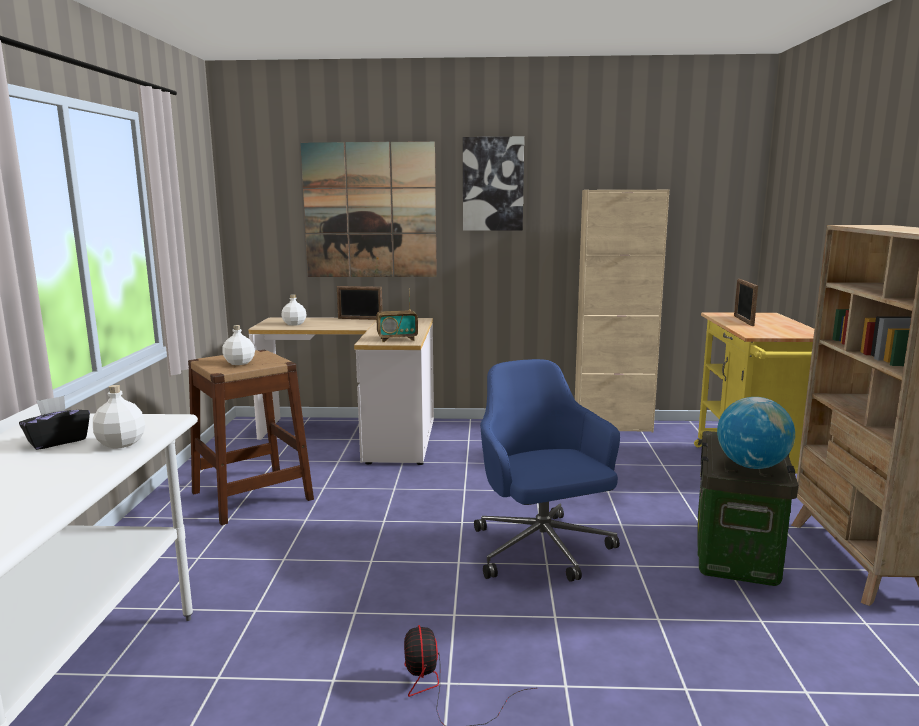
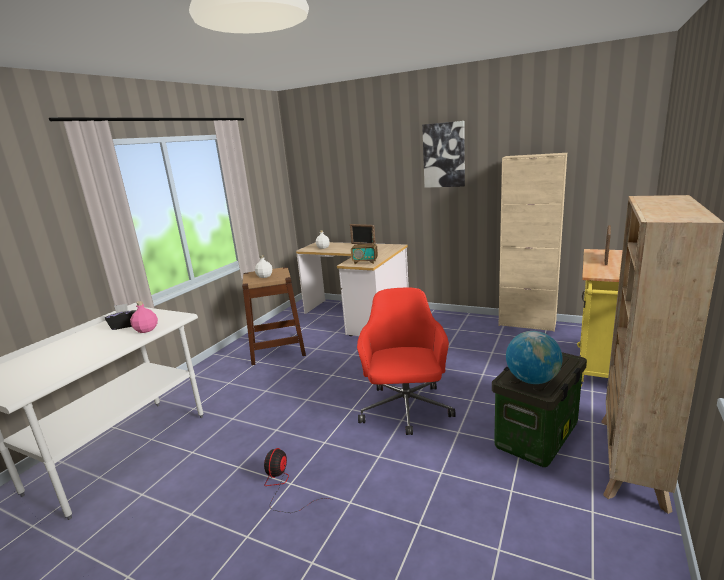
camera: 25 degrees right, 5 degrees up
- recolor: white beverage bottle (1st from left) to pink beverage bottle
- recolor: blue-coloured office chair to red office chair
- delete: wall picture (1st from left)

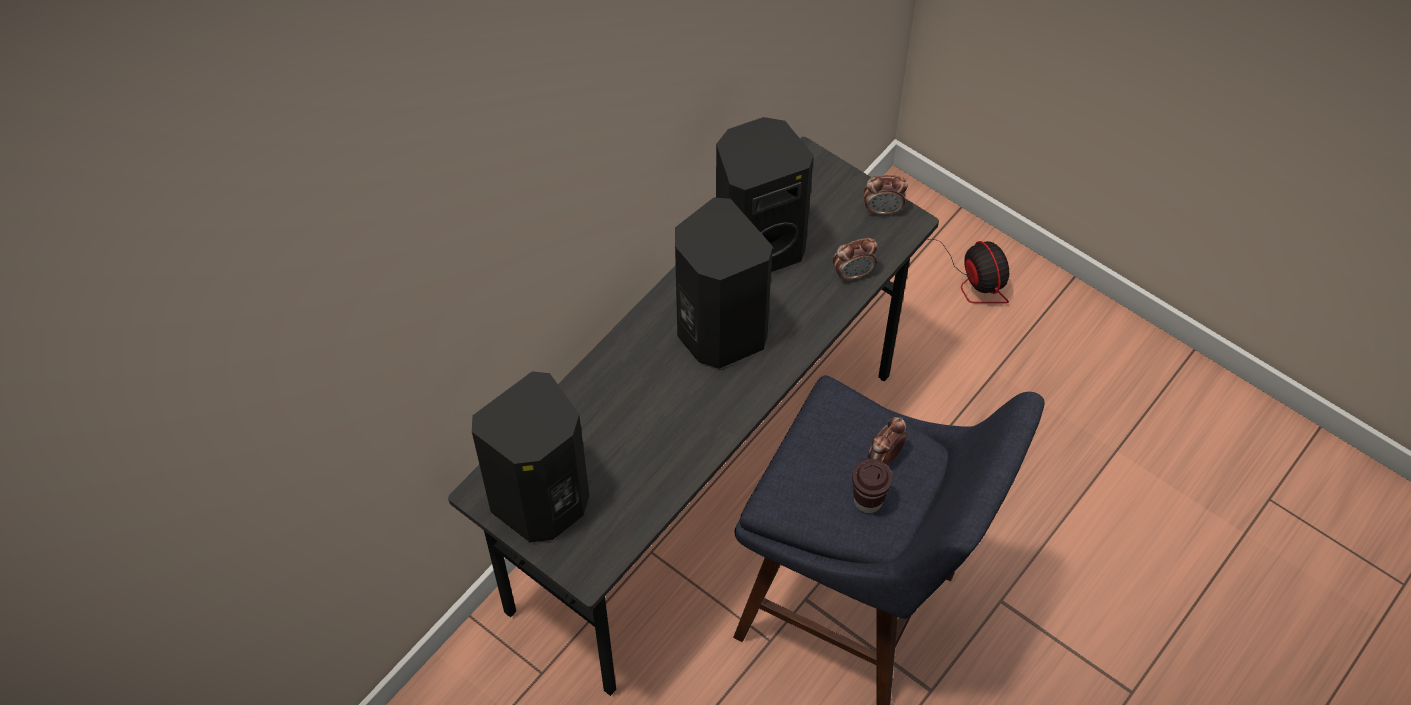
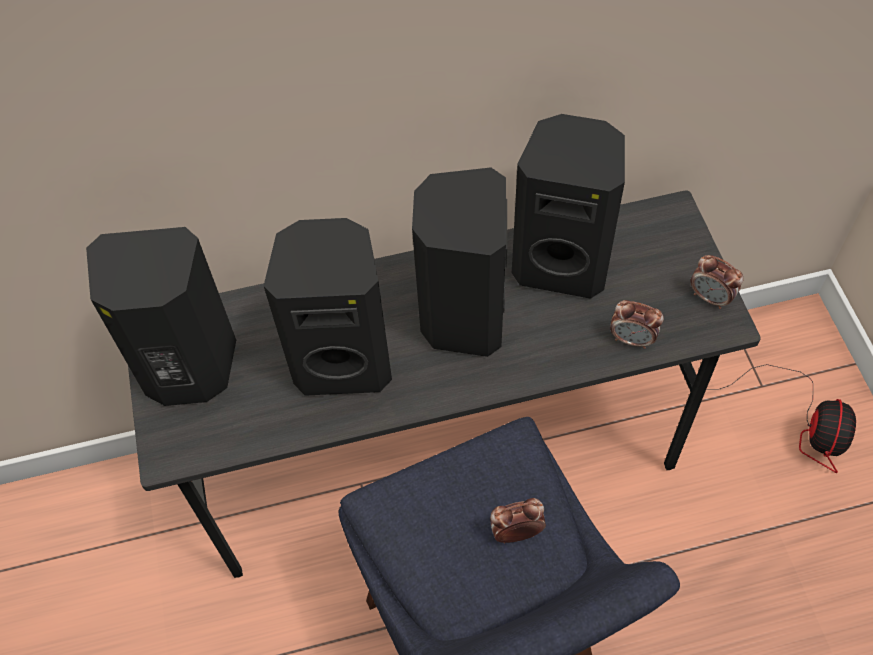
camera: 40 degrees right, 0 degrees up
- insert: black-coloured speaker (2nd from left)
- delete: brownish drinking cup

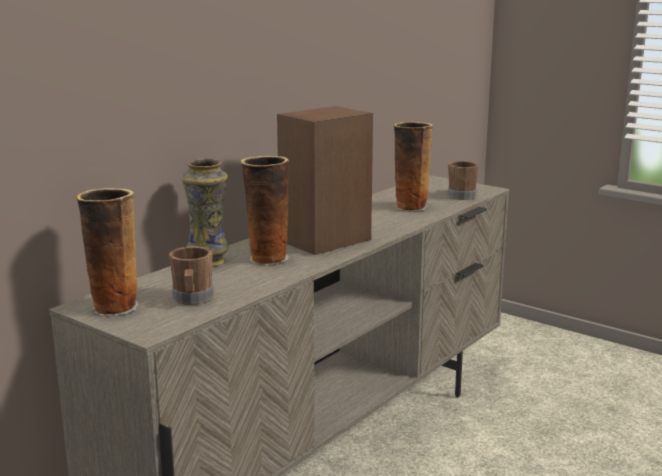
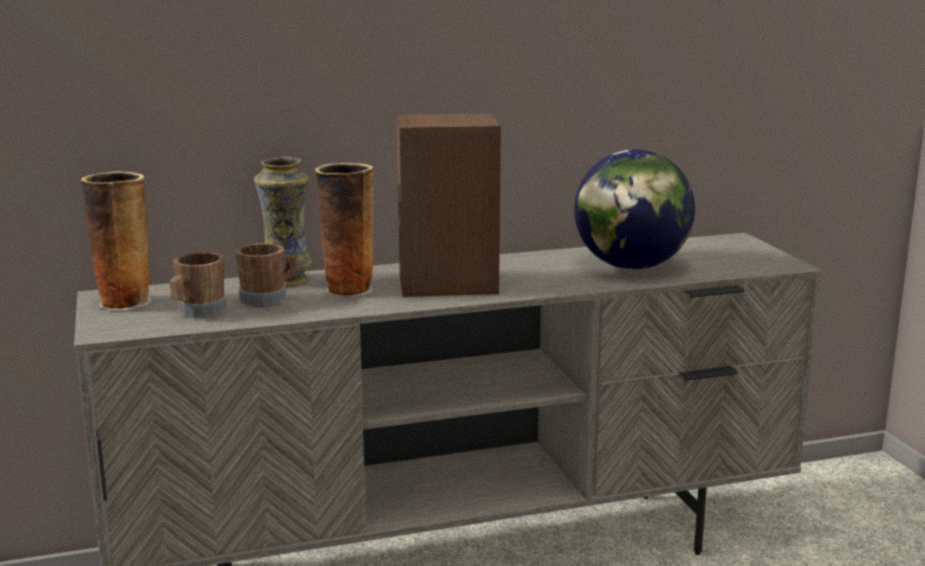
camera: 35 degrees right, 0 degrees up
- move: brownish coffee mug (2nd from left)
- replace: decorative vase (4th from left) to world globe

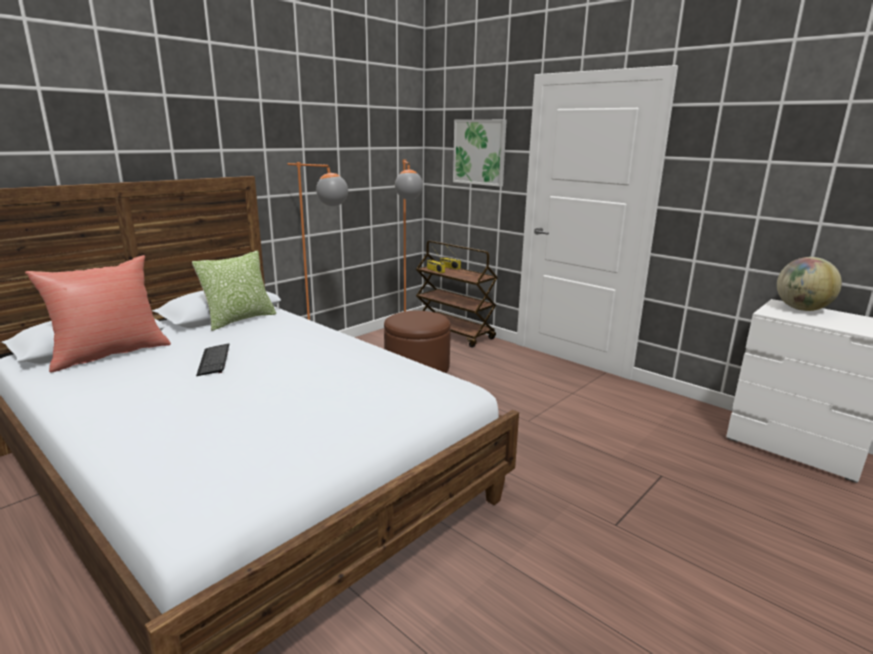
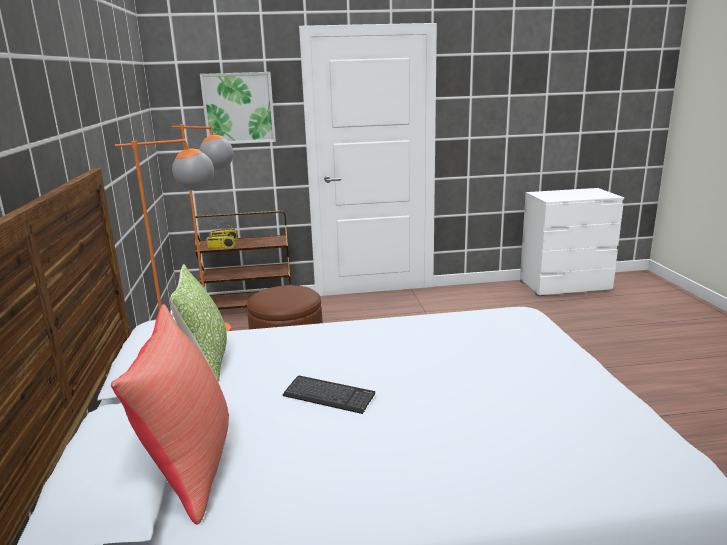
camera: 50 degrees left, 0 degrees up
- delete: world globe

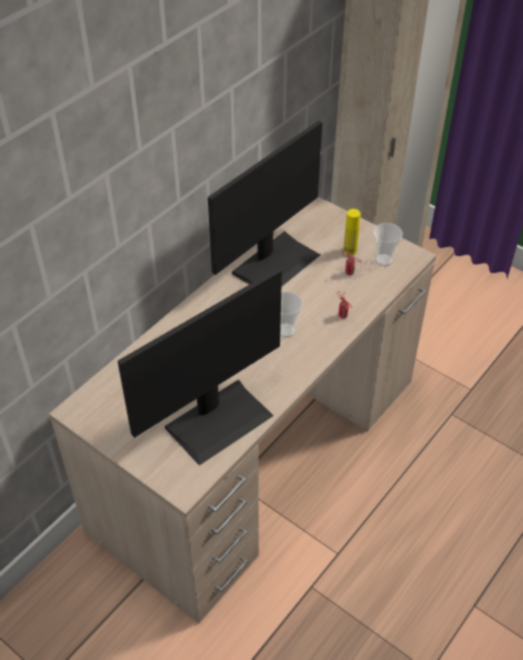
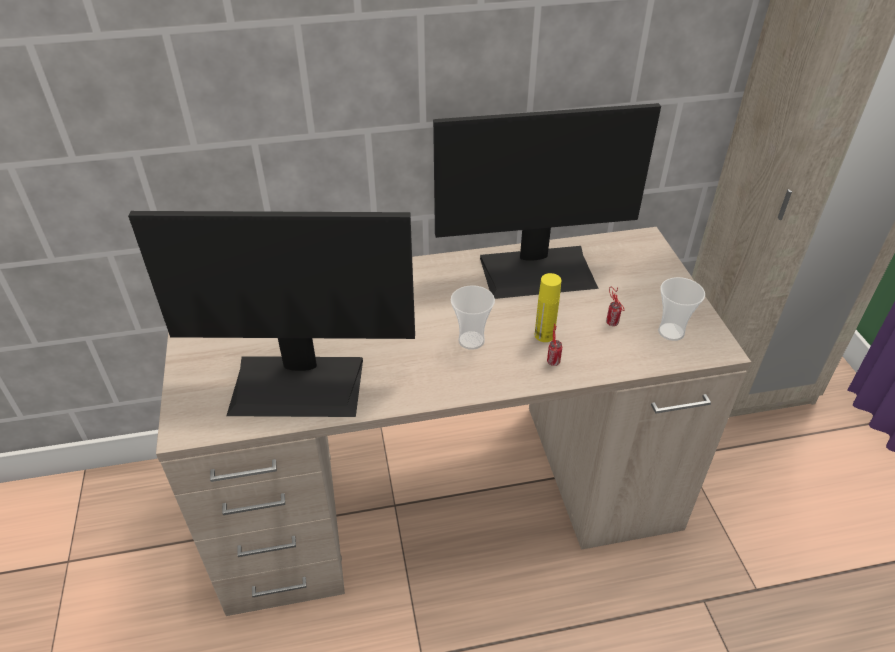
camera: 40 degrees right, 5 degrees down
- move: yellowish beverage bottle

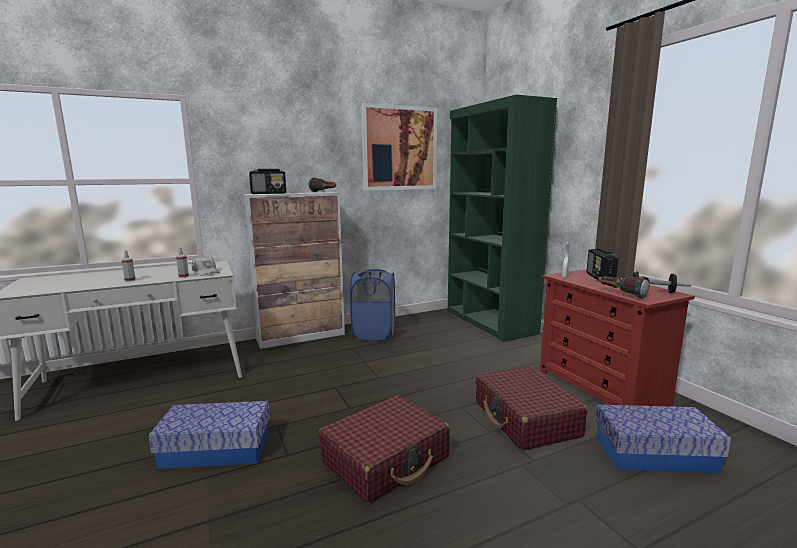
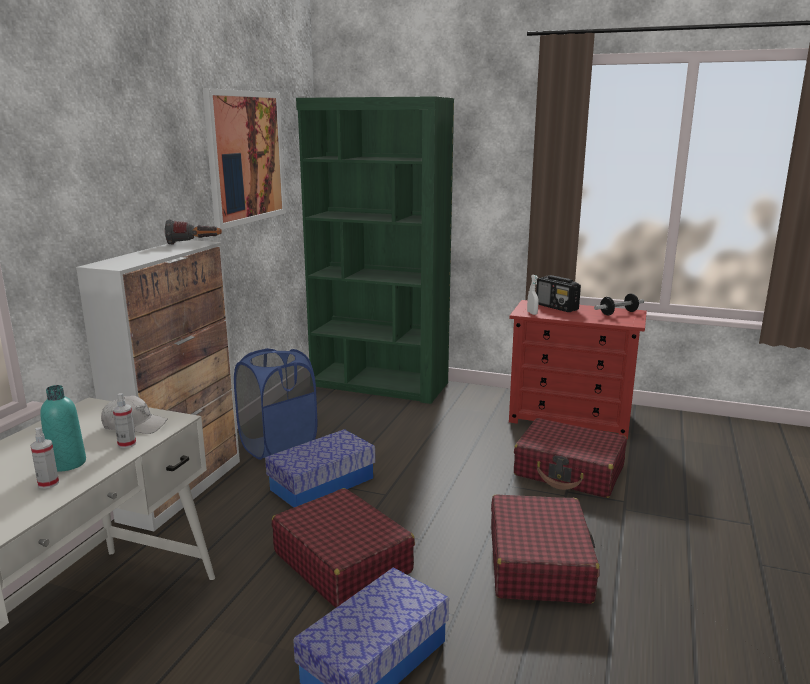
camera: 45 degrees left, 5 degrees up
- insert: turquoise-coloured beverage bottle
- move: storage container (2nd from left in the first image) to storage container (1st from left)
- insert: red travel case (1st from left)
- delete: radio receiver (1st from left)
- delete: hand torch (2nd from left)

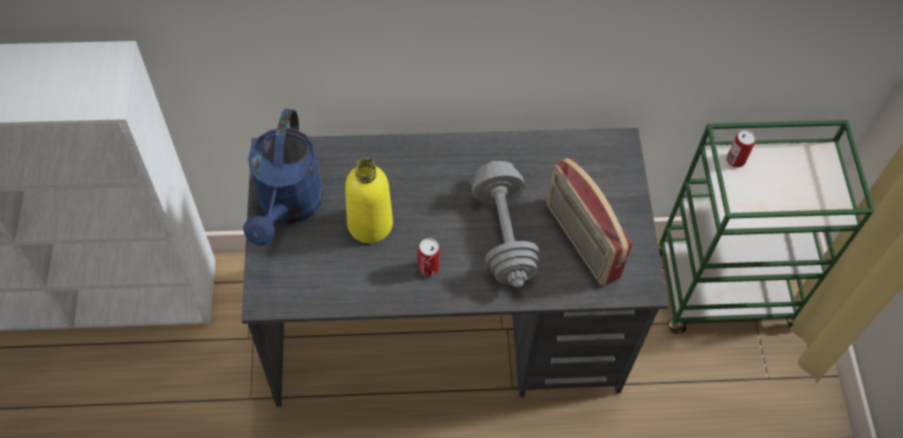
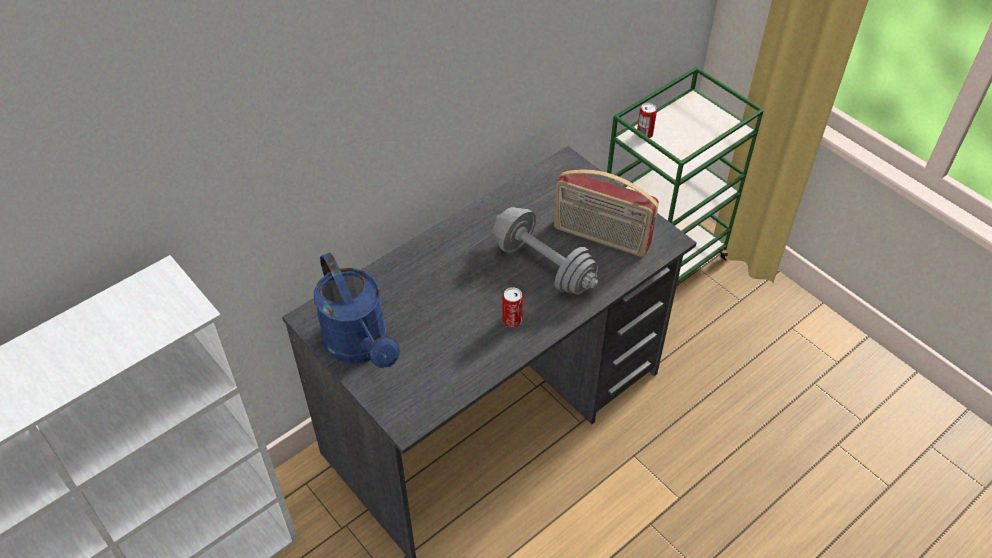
camera: 35 degrees left, 10 degrees down
- delete: yellowish beverage bottle

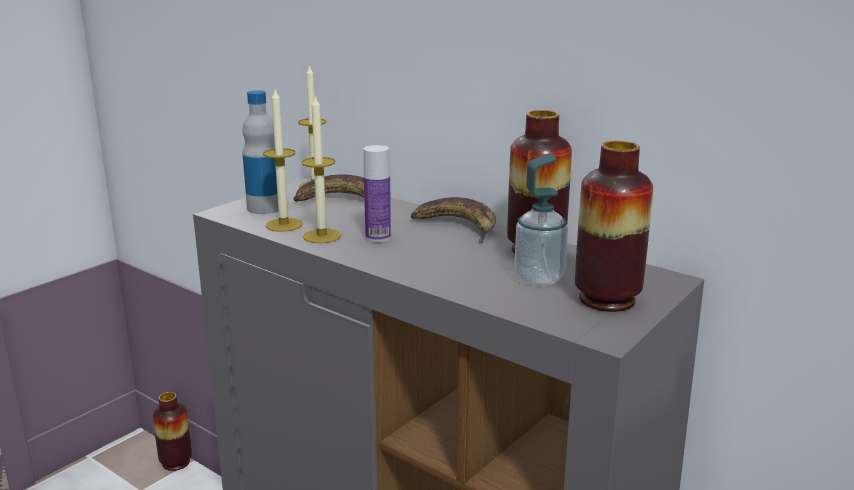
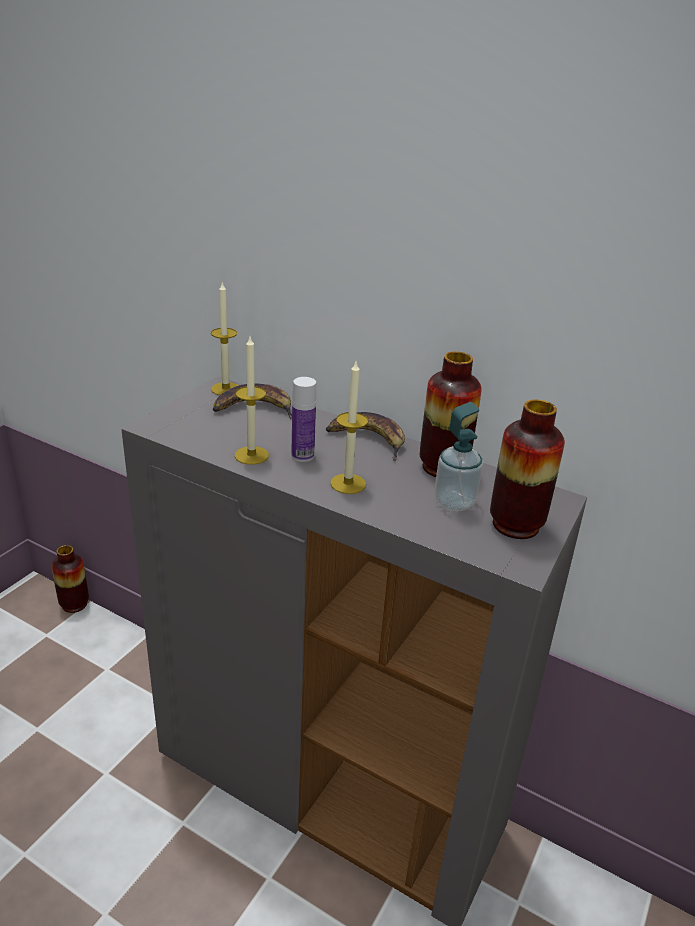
camera: 10 degrees left, 10 degrees up
- move: wax light (1st from left in the first image) to wax light (3rd from left)
- delete: beverage bottle (1st from left)

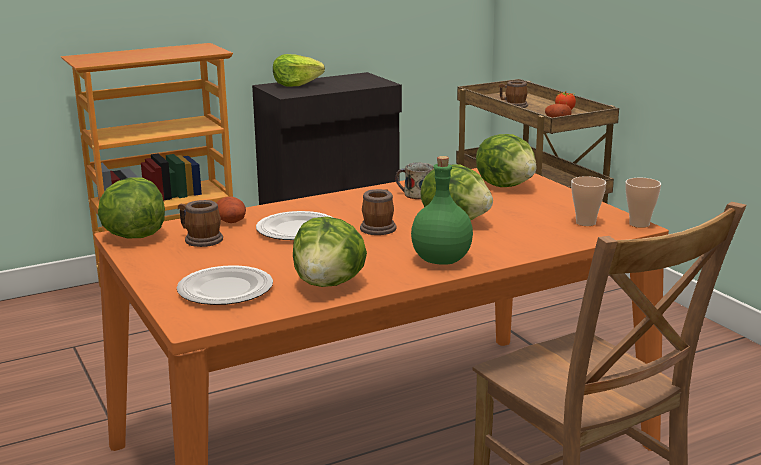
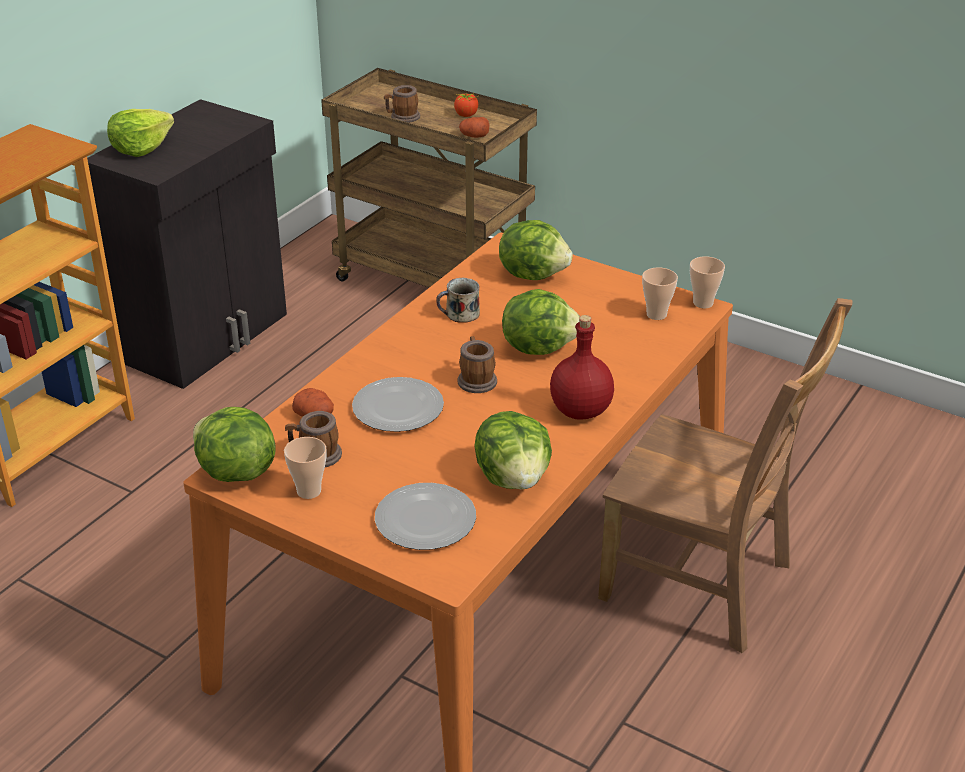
camera: 30 degrees left, 15 degrees up
- insert: drinking cup (1st from left)
- recolor: green beverage bottle to red beverage bottle

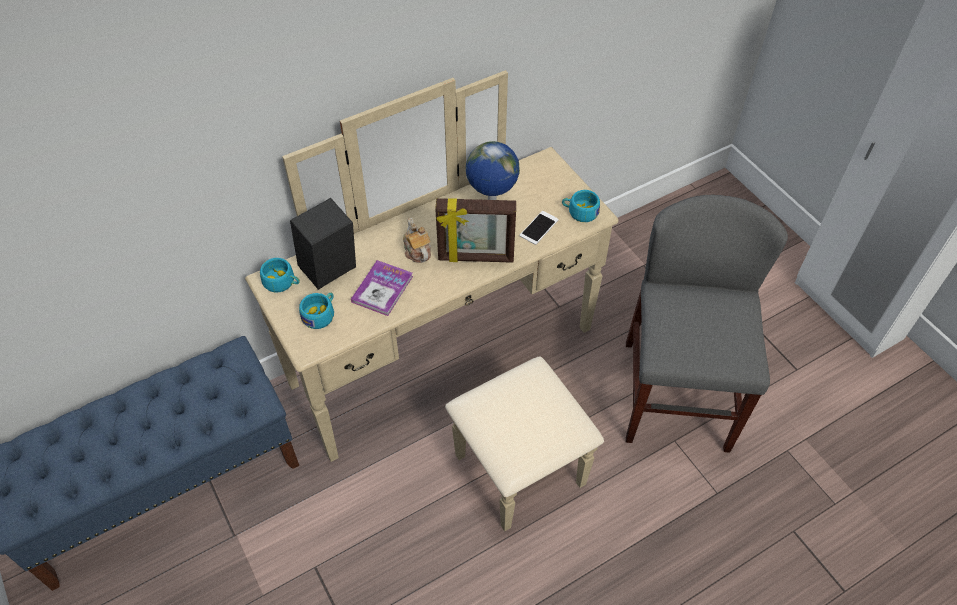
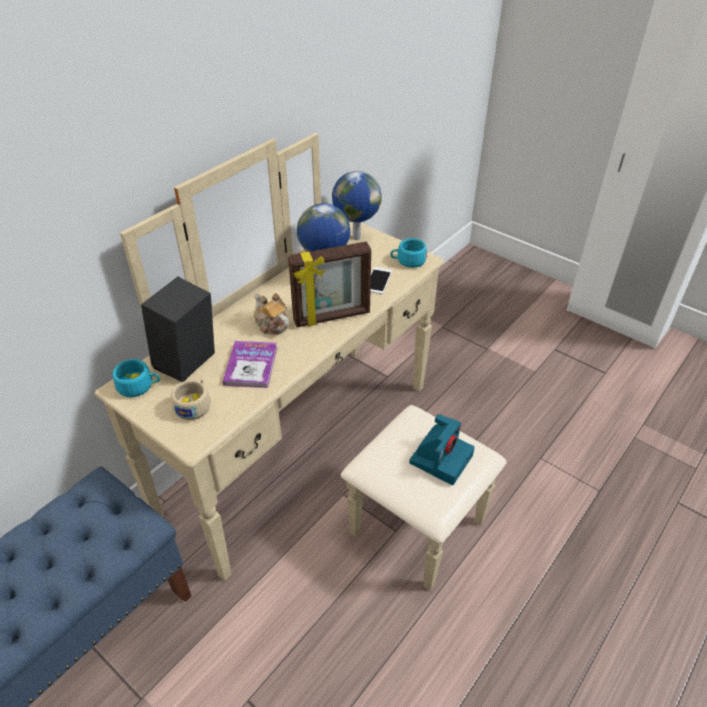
camera: 20 degrees left, 10 degrees down
- recolor: turquoise-coloured drinking cup (2nd from left) to sand-coloured drinking cup
- insert: world globe (2nd from left)
- insert: photo camera
- delete: grey upright chair

